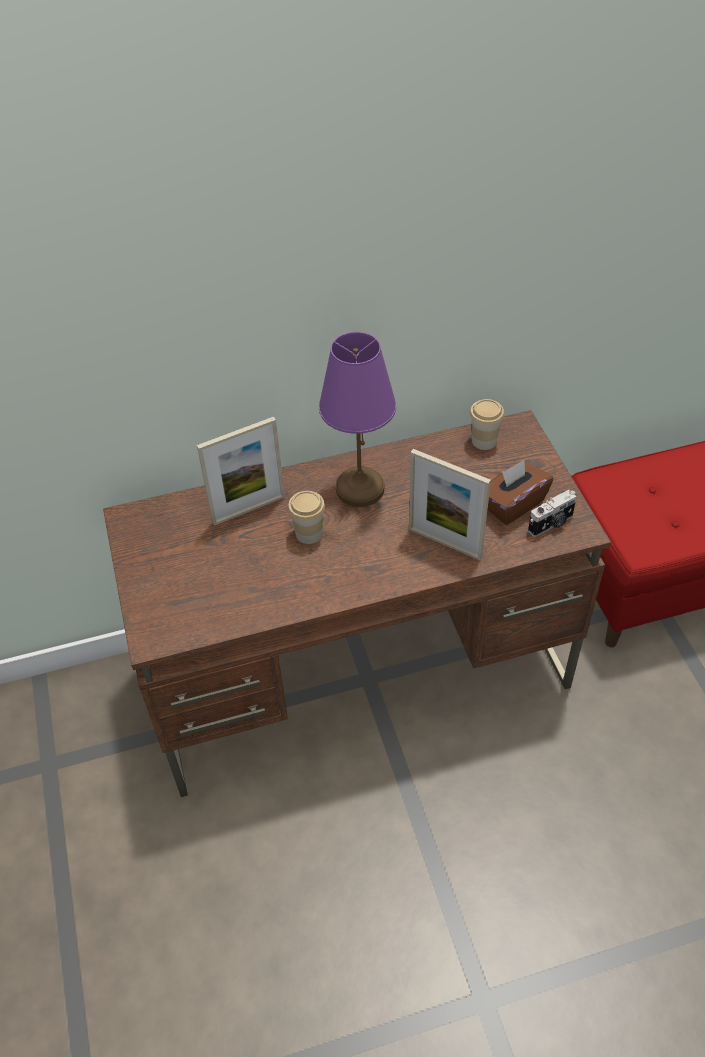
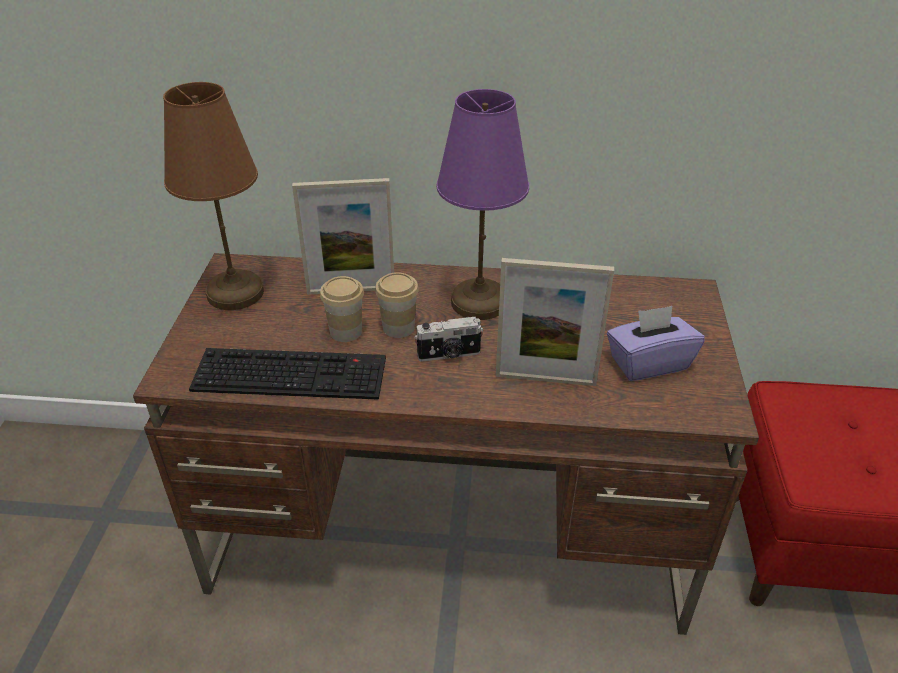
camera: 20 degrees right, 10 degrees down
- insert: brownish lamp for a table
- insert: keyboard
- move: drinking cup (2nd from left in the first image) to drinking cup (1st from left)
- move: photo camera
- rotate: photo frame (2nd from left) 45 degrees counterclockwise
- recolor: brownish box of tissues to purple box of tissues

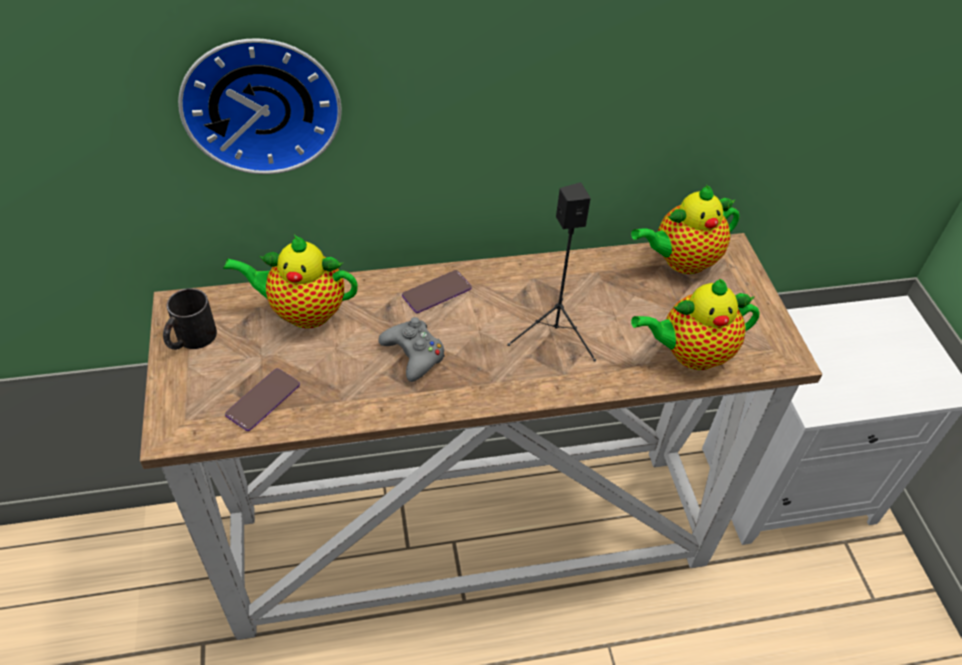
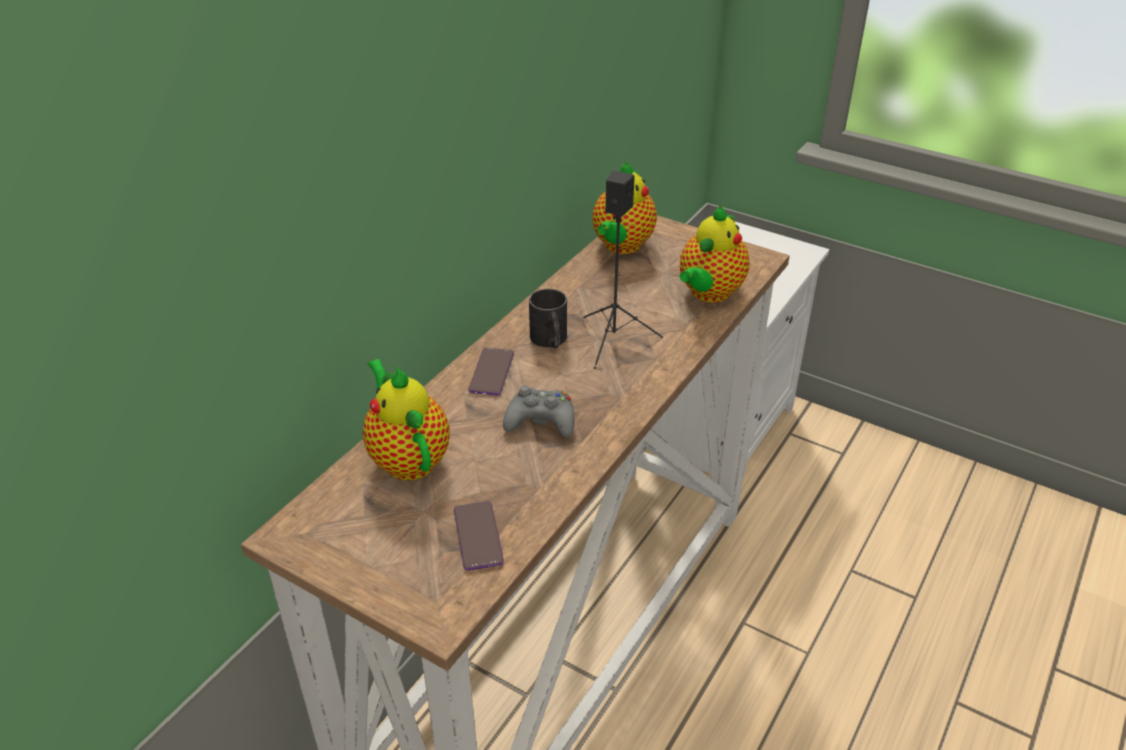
camera: 45 degrees left, 10 degrees down
- rotate: tea pot (1st from left) 105 degrees clockwise
- move: black-coloured coffee mug
- delete: hanging clock

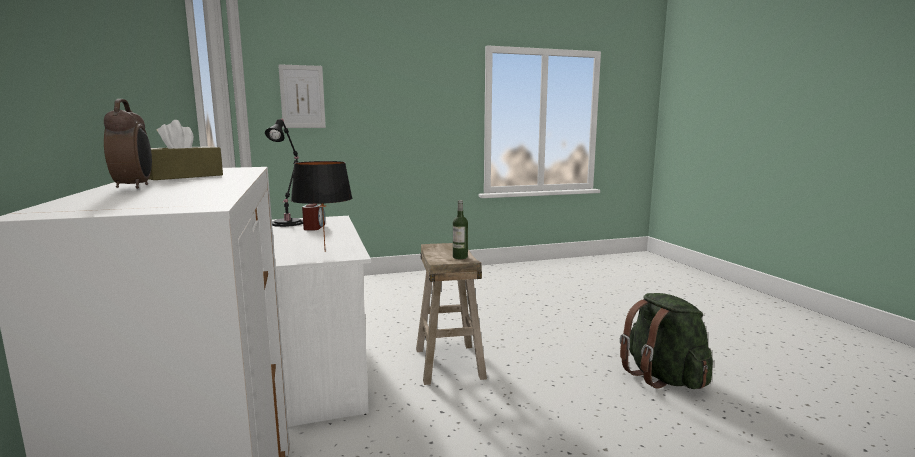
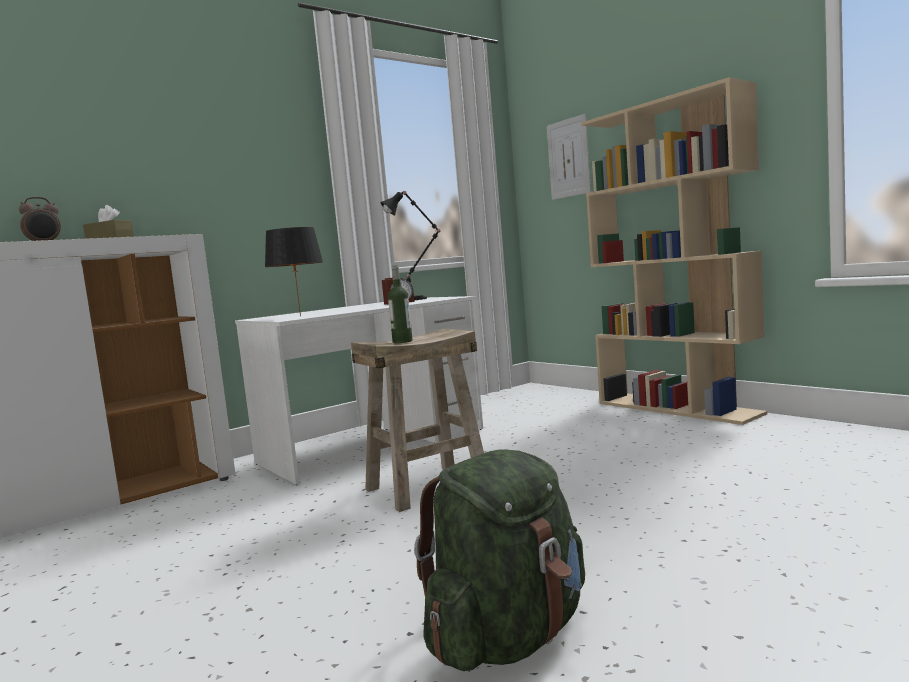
camera: 70 degrees right, 5 degrees down
- insert: sand-coloured shelving unit

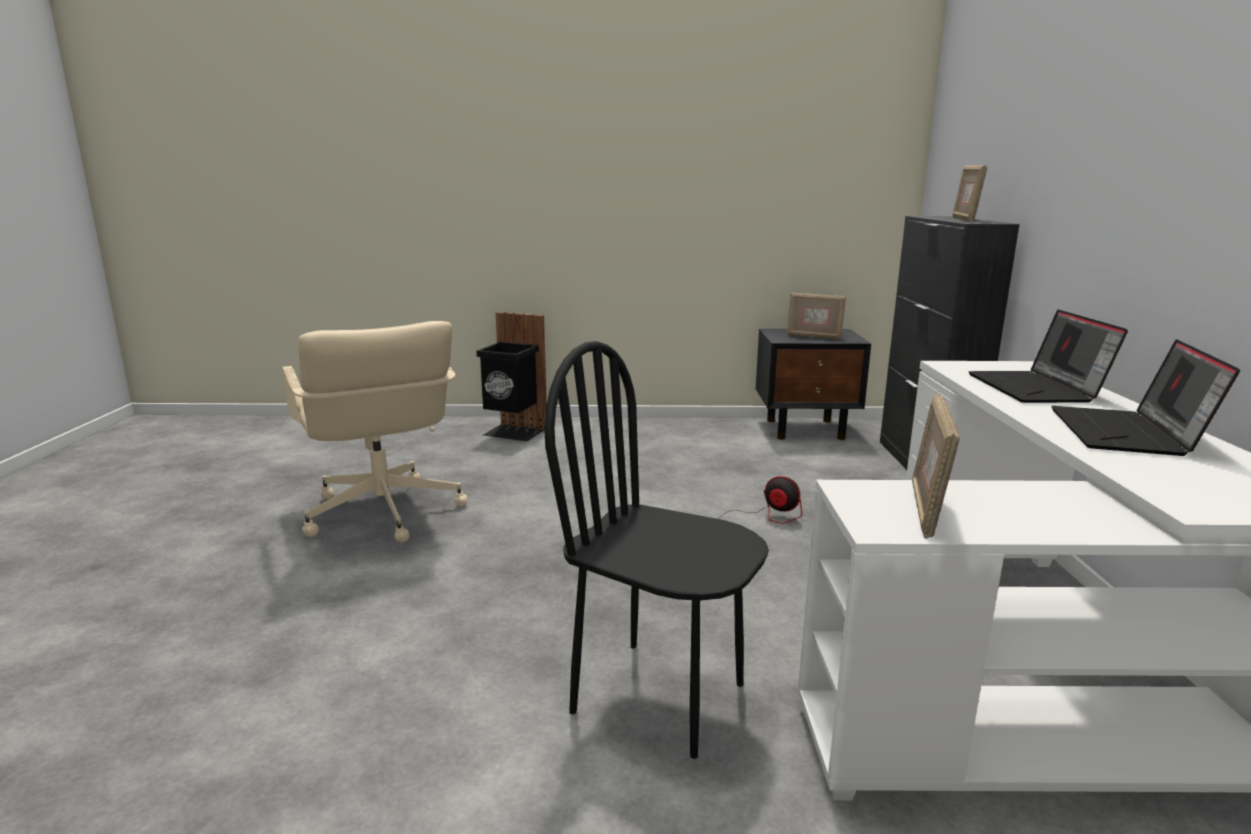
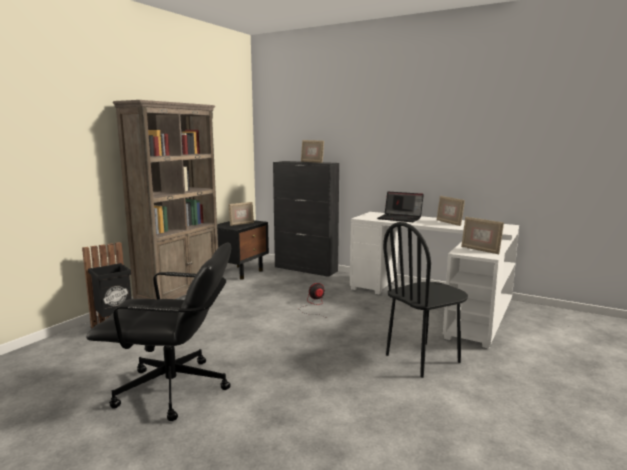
camera: 60 degrees left, 5 degrees down
- recolor: sand-coloured office chair to black-coloured office chair
- insert: brownish shelving unit
- replace: notebook computer (2nd from left) to photo frame (3rd from left)

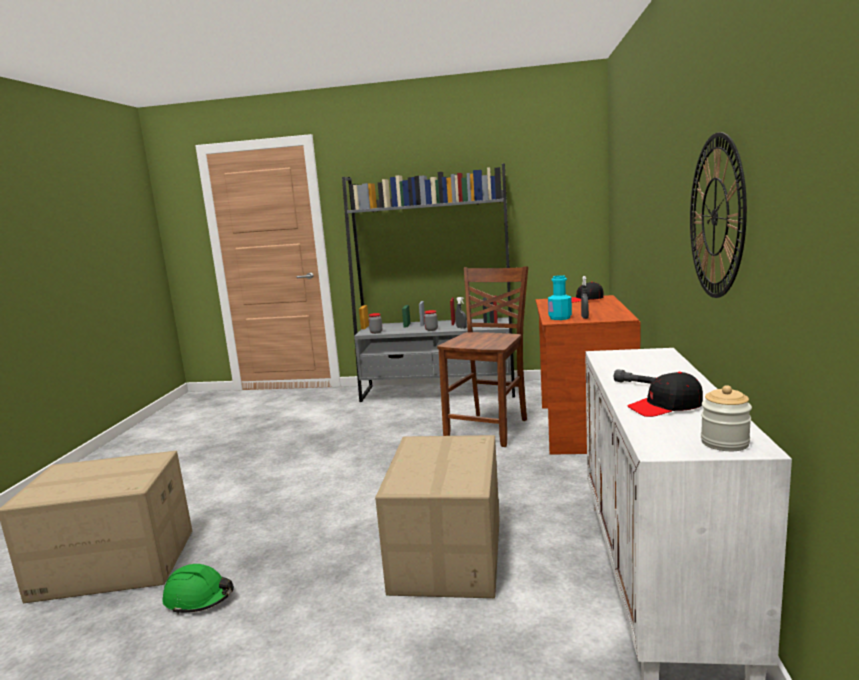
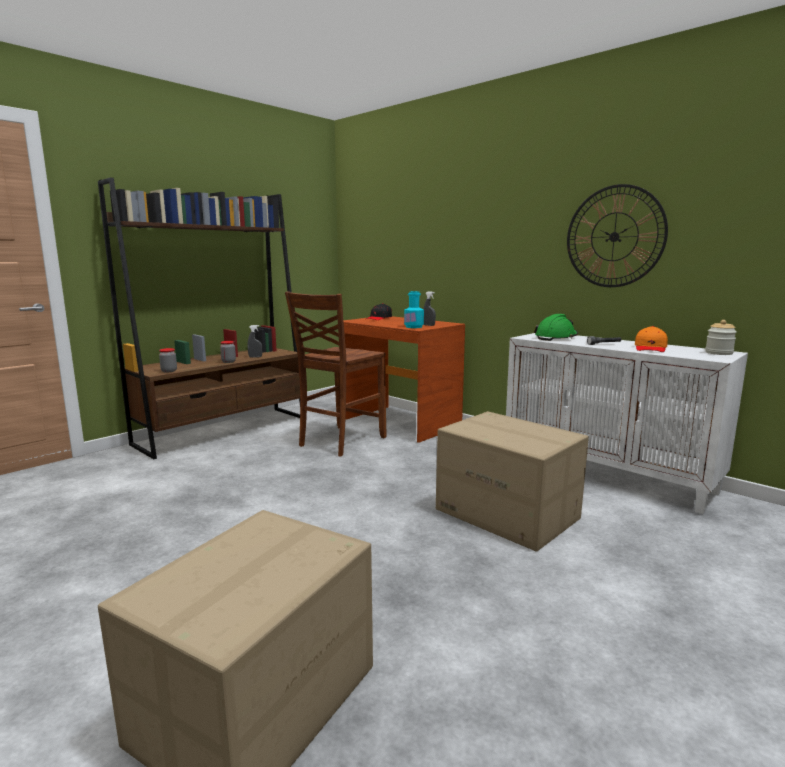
camera: 55 degrees left, 0 degrees up
- recolor: grey shelving unit to brownish shelving unit
- rotate: brownish upright chair 120 degrees counterclockwise
- move: green hard hat
- recolor: black-coloured peaked cap (2nd from left) to orange peaked cap

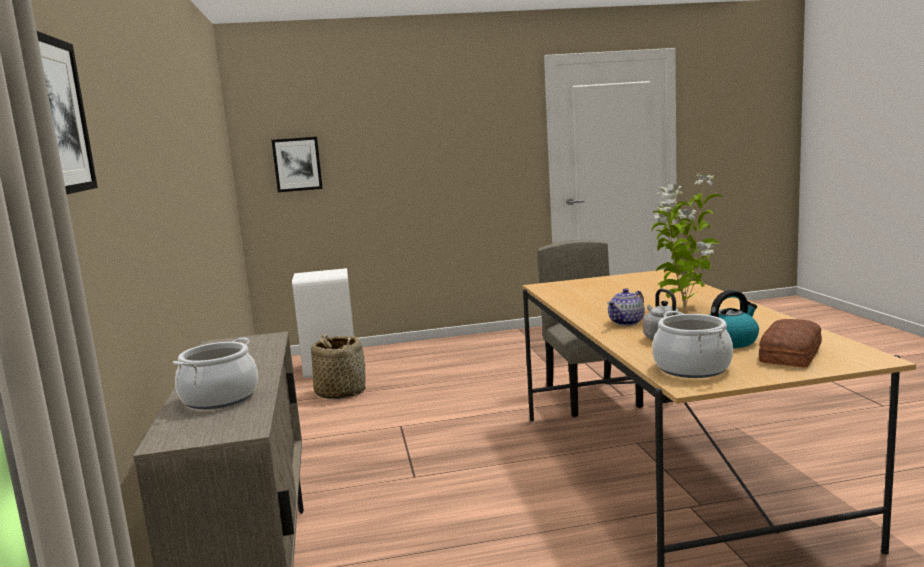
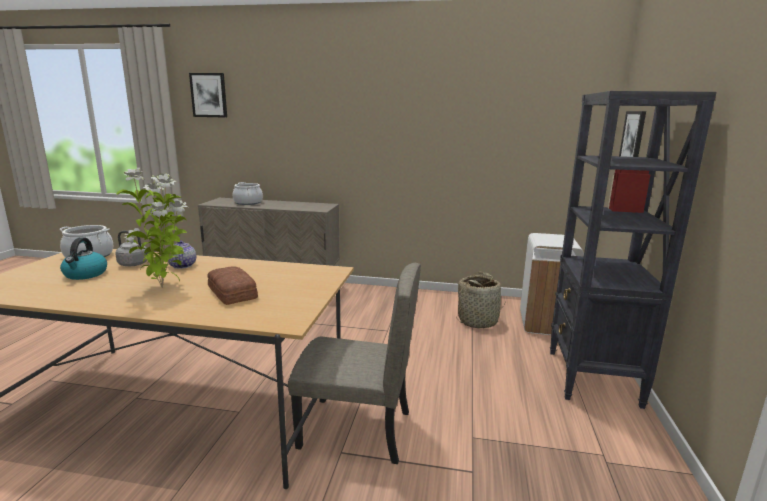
camera: 110 degrees right, 5 degrees up
- move: baked bread
- insert: black-coloured shelving unit

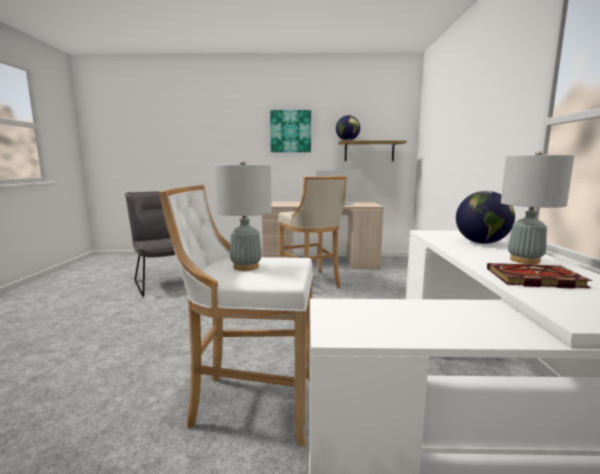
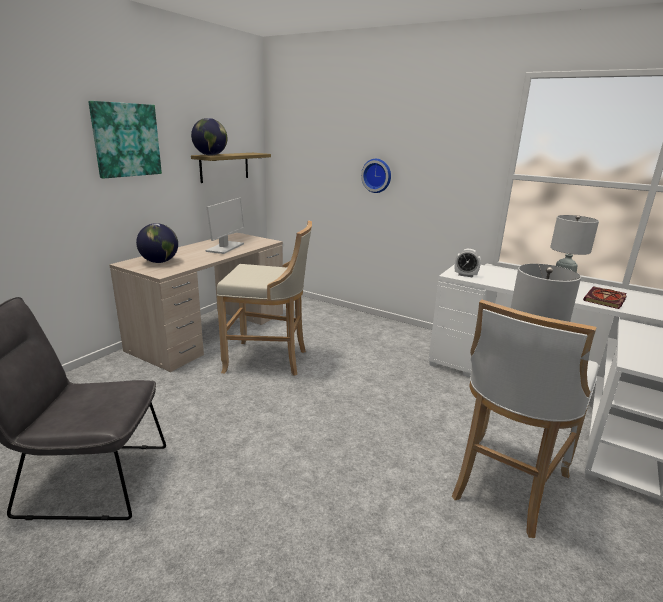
camera: 60 degrees left, 10 degrees up
- move: world globe (2nd from left in the first image) to world globe (1st from left)
- insert: hanging clock
- insert: alarm clock

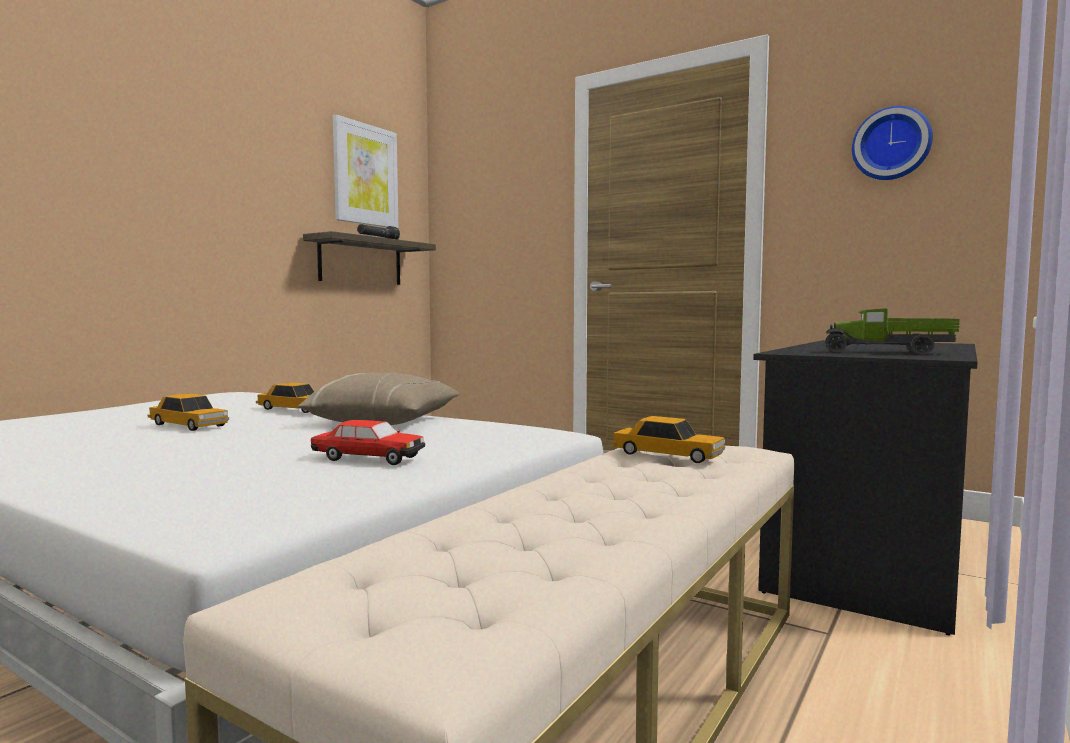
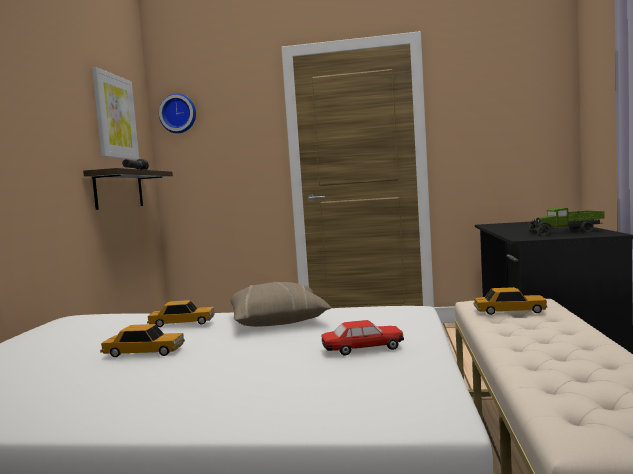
camera: 25 degrees left, 0 degrees up
- move: hanging clock

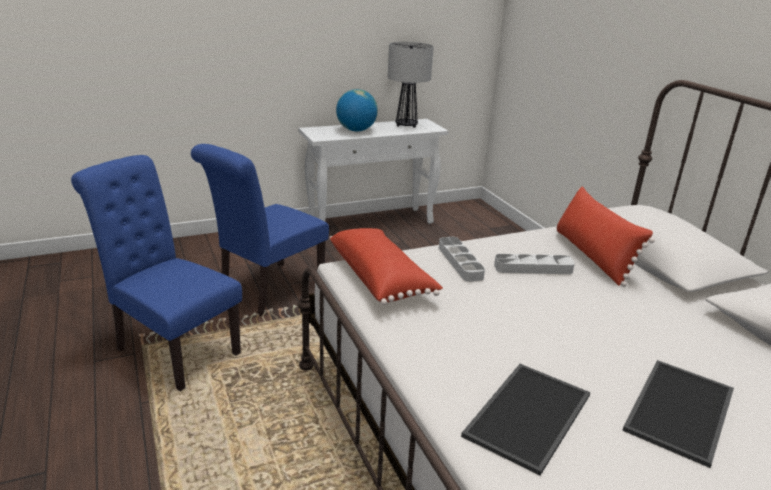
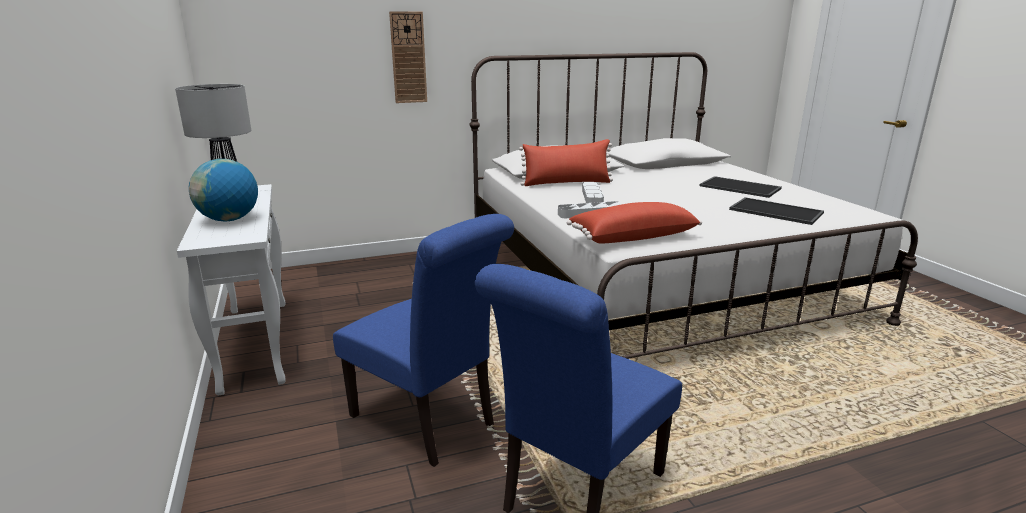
camera: 85 degrees left, 5 degrees down
- insert: hanging clock

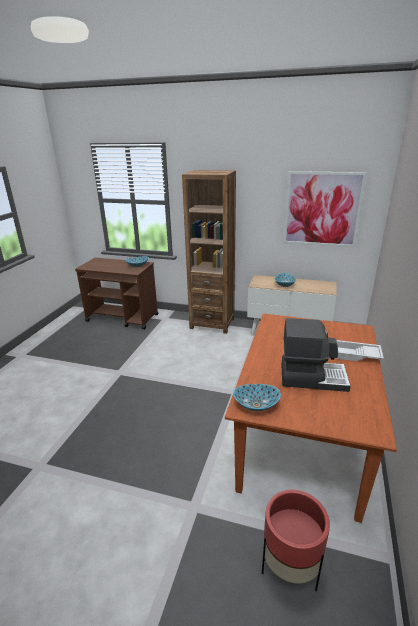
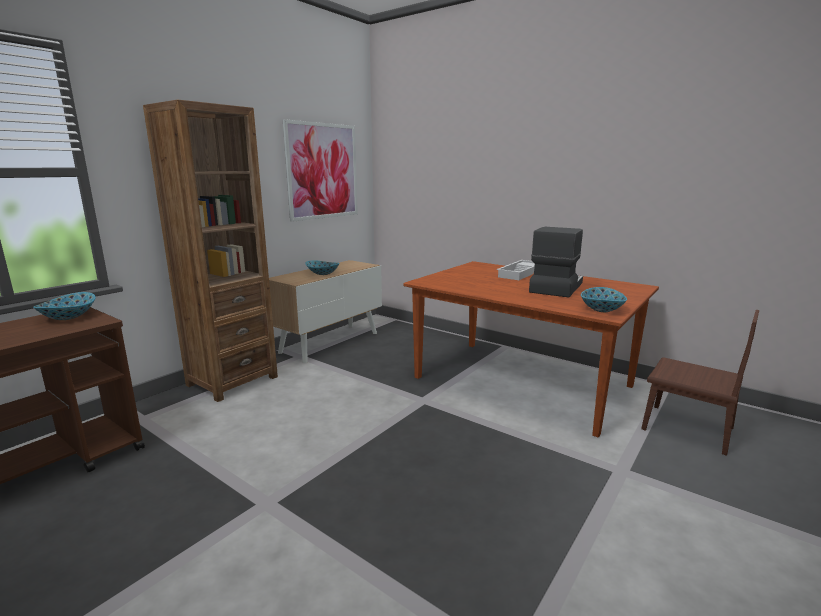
camera: 70 degrees left, 10 degrees down
- replace: red planter to brownish upright chair

